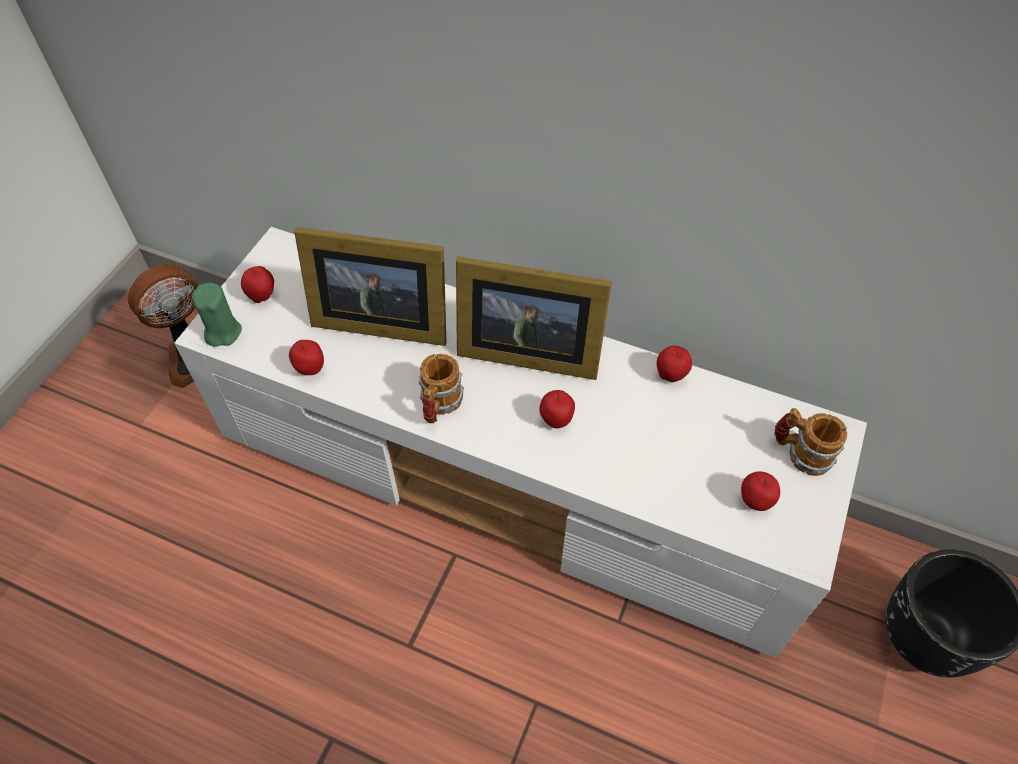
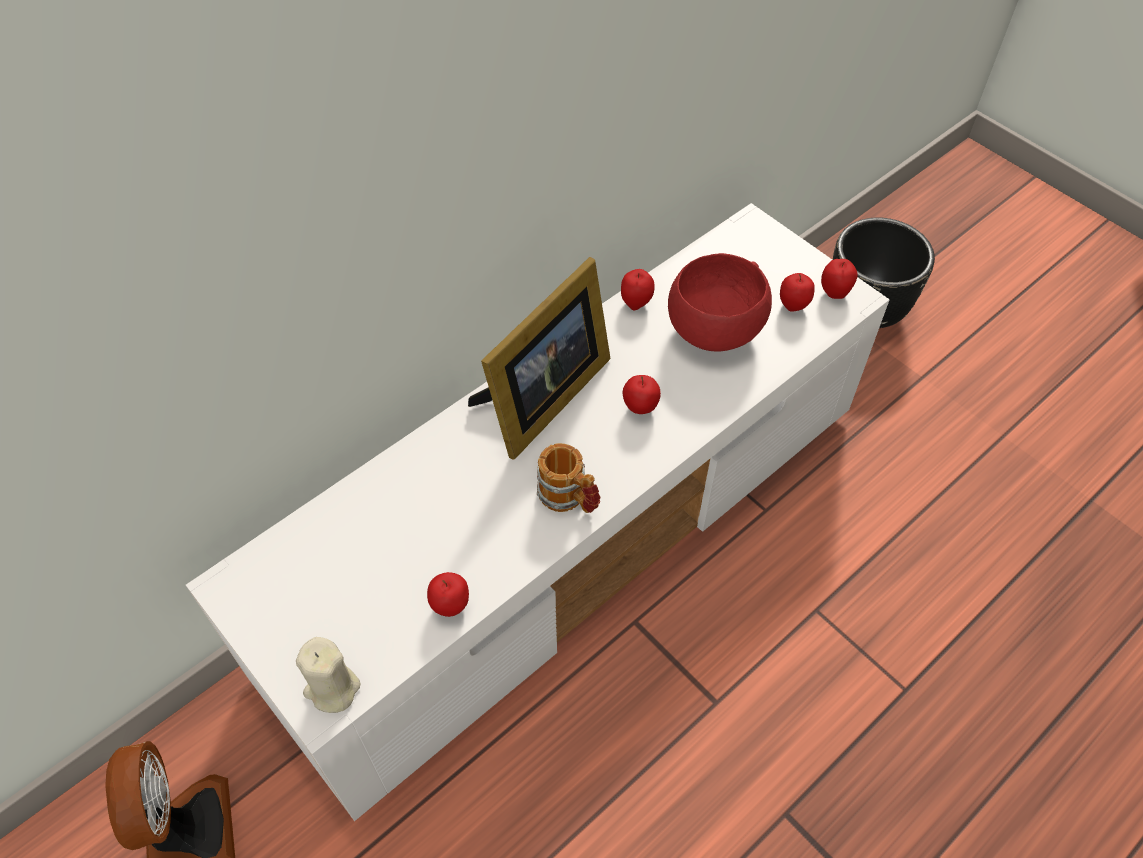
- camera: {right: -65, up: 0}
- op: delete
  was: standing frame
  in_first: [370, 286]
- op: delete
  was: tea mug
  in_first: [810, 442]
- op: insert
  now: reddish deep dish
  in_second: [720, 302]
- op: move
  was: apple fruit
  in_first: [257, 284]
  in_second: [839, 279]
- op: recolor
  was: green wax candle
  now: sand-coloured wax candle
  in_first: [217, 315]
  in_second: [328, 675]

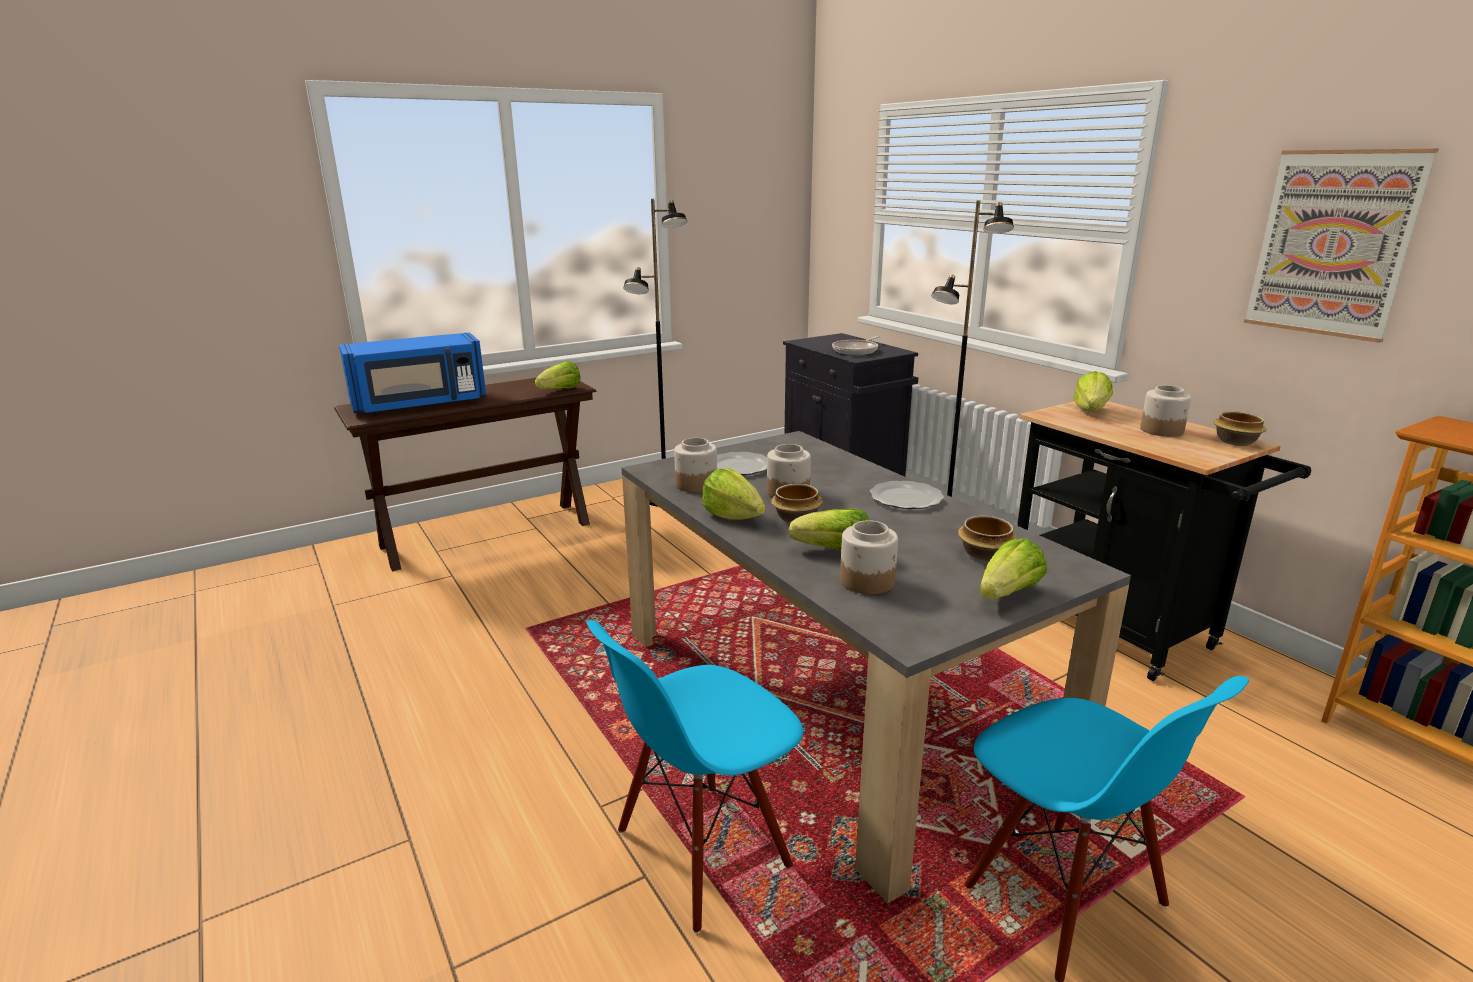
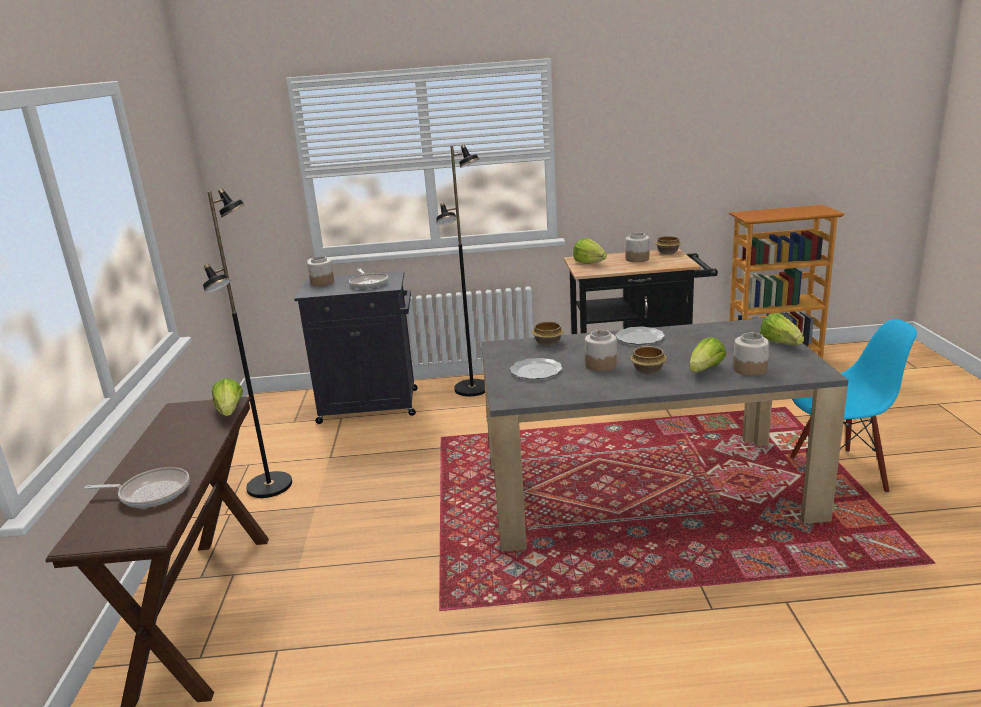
- camera: {right: -60, up: 0}
- op: delete
  was: blue chair
  in_first: [695, 777]
- op: delete
  was: lettuce
  in_first: [734, 494]
- op: delete
  was: picture
  in_first: [1341, 246]
- op: move
  was: jar
  in_first: [695, 465]
  in_second: [320, 271]
- op: move
  was: deep dish
  in_first: [987, 538]
  in_second: [548, 333]
- op: replace
  was: blue microwave oven
  now: frying pan
  in_first: [412, 373]
  in_second: [137, 487]

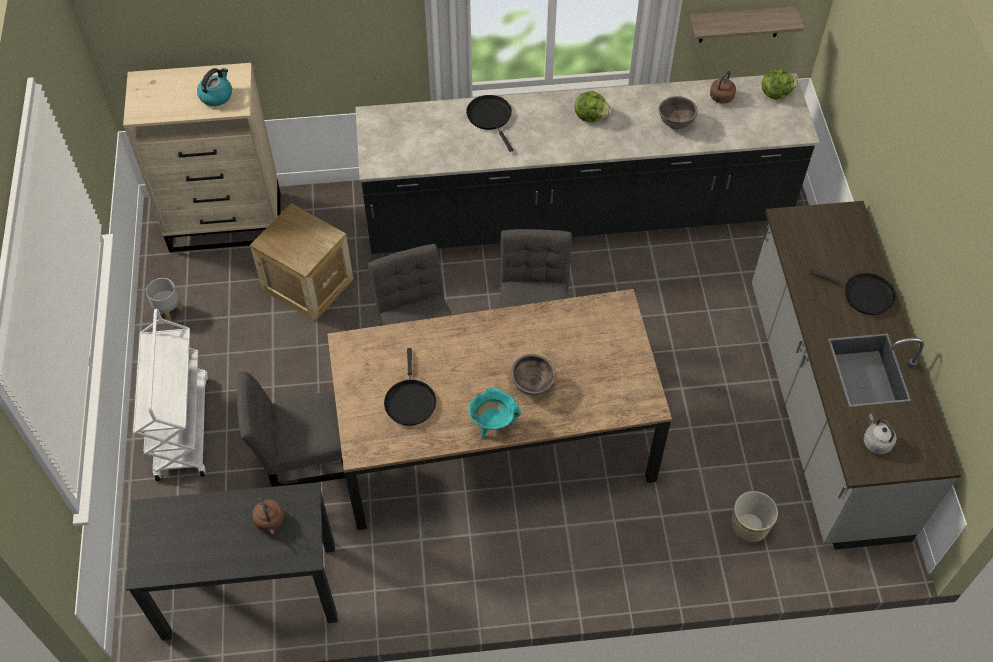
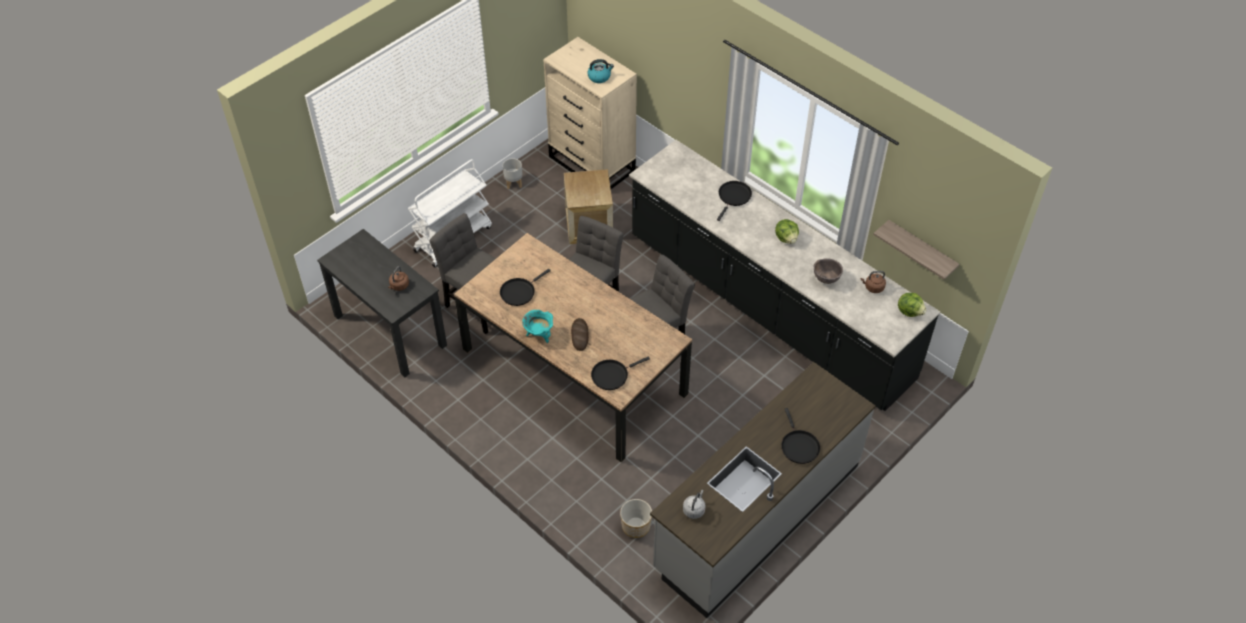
- camera: {right: 50, up: -5}
- op: insert
  now: black-coloured frying pan
  in_second: [620, 373]
- op: replace
  was: brownish deep dish
  now: bread
  in_first: [533, 375]
  in_second: [580, 334]

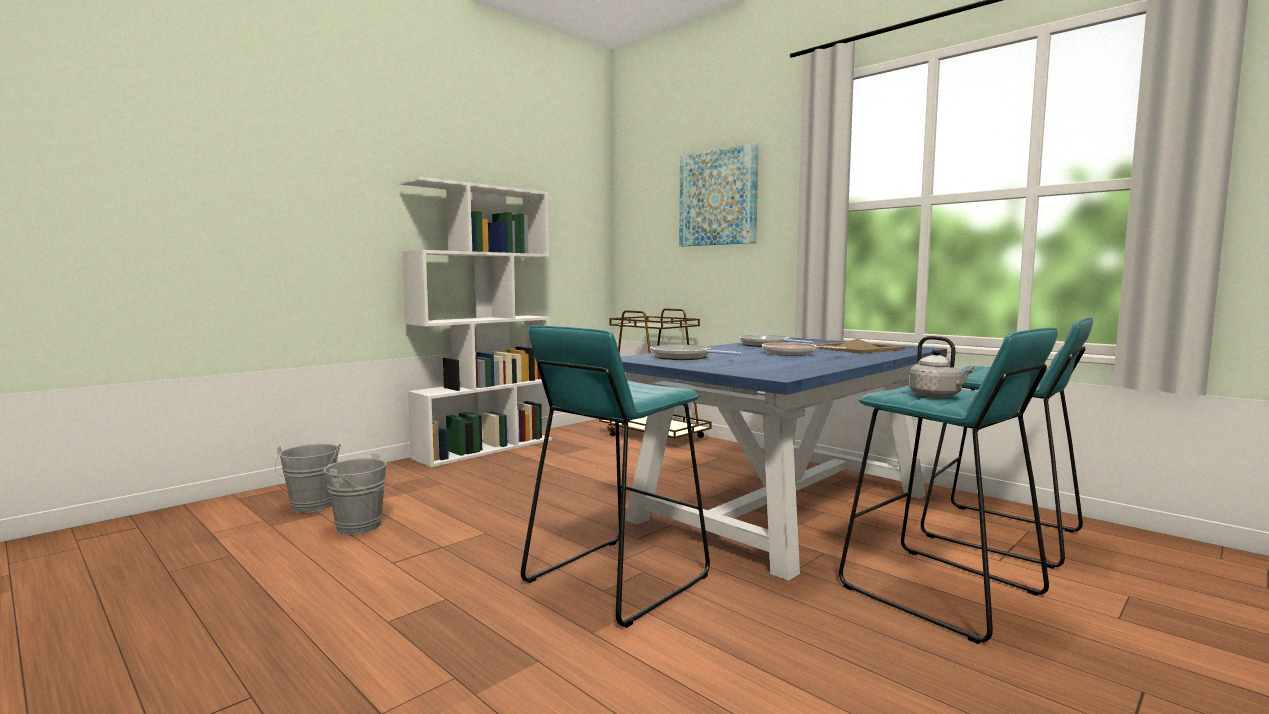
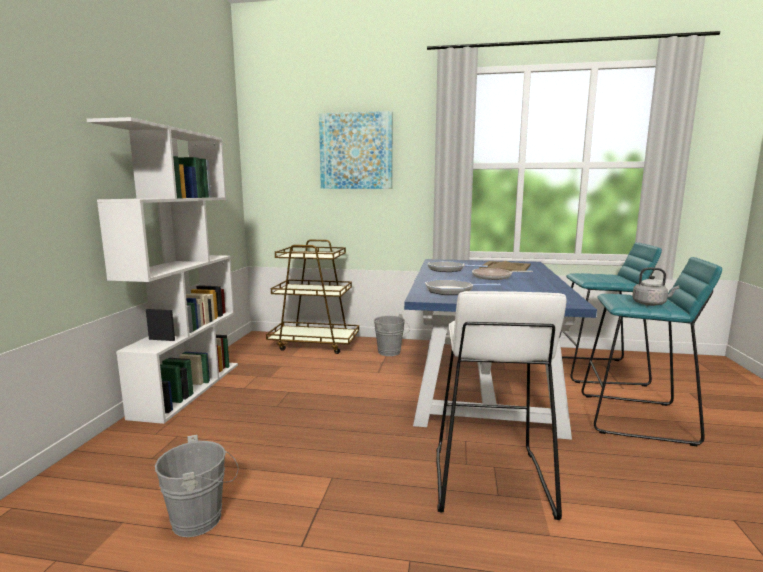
- camera: {right: -35, up: 5}
- op: move
  was: greyish bucket
  in_first: [307, 478]
  in_second: [392, 335]
- op: recolor
  was: blue-green stool
  now: whitish stool
  in_first: [615, 476]
  in_second: [501, 405]

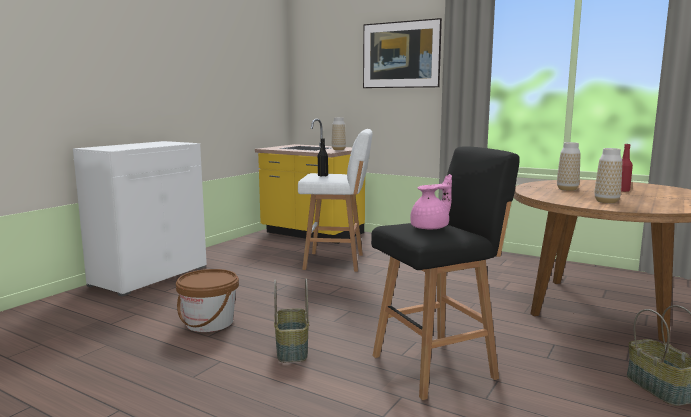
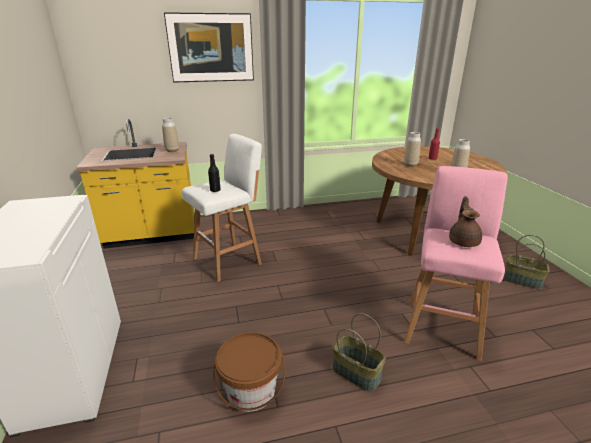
- camera: {right: -45, up: 15}
- op: recolor
  was: black-coloured stool
  now: pink-coloured stool
  in_first: [445, 273]
  in_second: [456, 263]
- op: recolor
  was: pink-coloured teapot
  now: brownish teapot
  in_first: [431, 202]
  in_second: [465, 221]

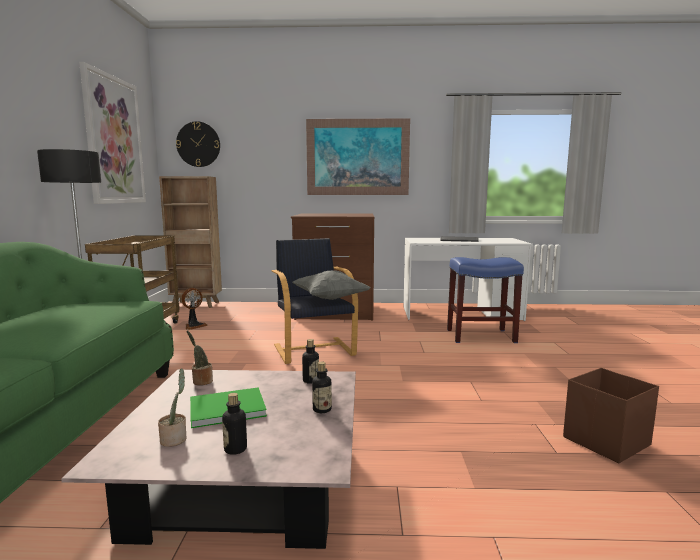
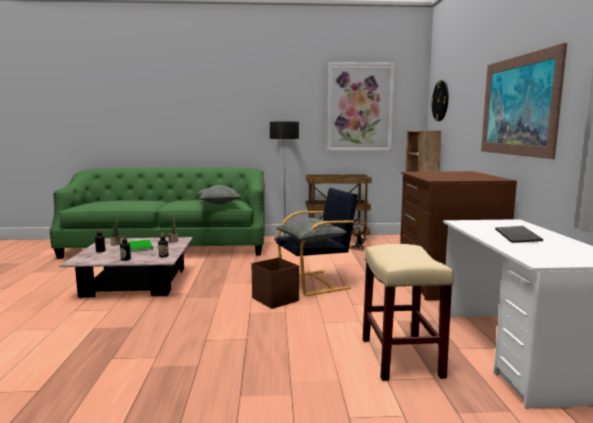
- camera: {right: 85, up: 0}
- op: insert
  now: greyish cushion
  in_second: [219, 195]
- op: move
  was: brownish storage container
  in_first: [611, 415]
  in_second: [275, 283]
- op: recolor
  was: blue stool
  now: sand-coloured stool
  in_first: [485, 300]
  in_second: [408, 312]

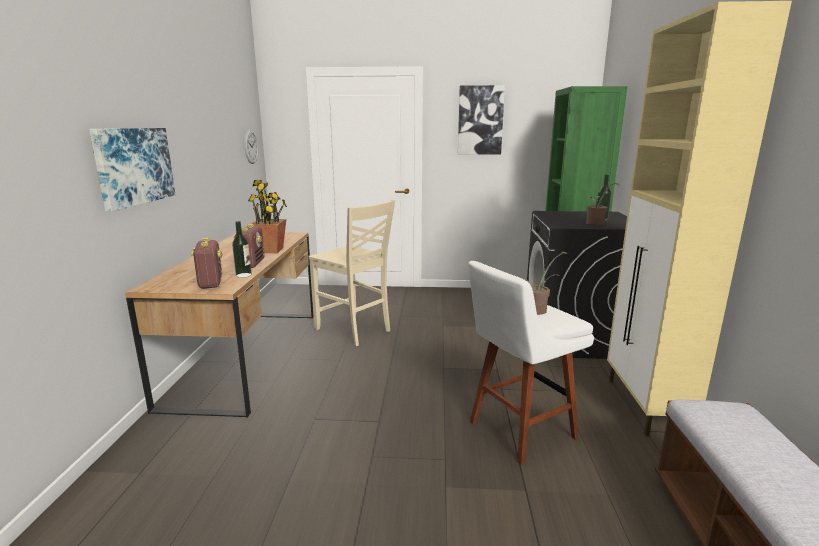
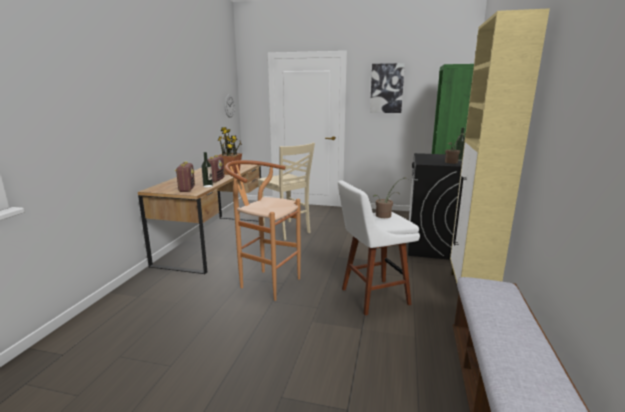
- camera: {right: 10, up: 0}
- op: delete
  was: picture
  in_first: [132, 170]
- op: insert
  now: brownish stool
  in_second: [263, 230]

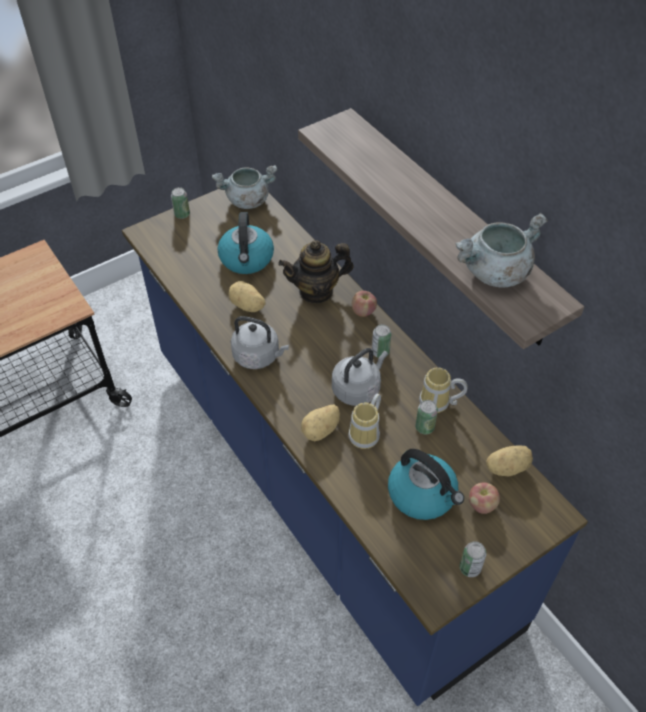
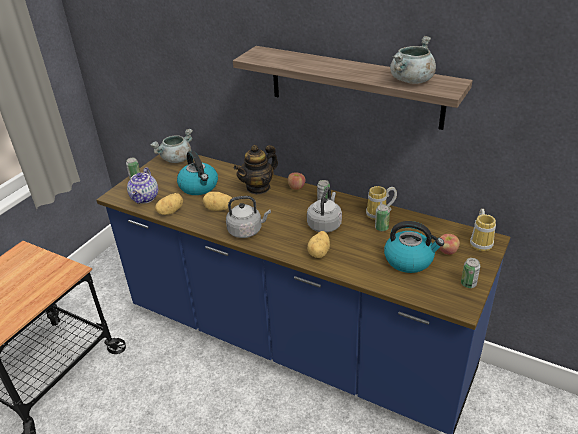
- camera: {right: -25, up: -15}
- op: insert
  now: teapot
  in_second: [142, 185]
- op: move
  was: tea mug
  in_first: [365, 421]
  in_second: [483, 230]
- op: move
  was: whole potato
  in_first: [509, 460]
  in_second: [169, 204]

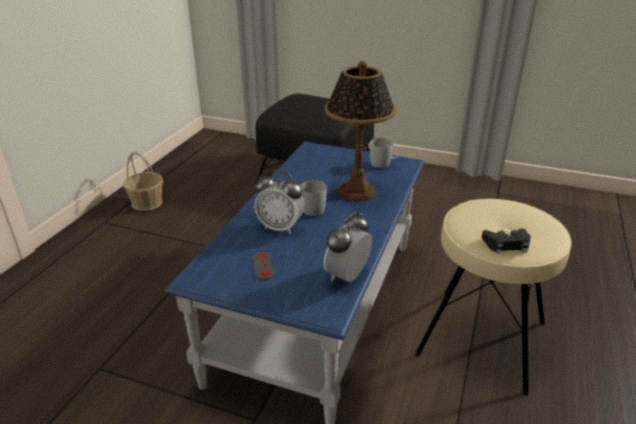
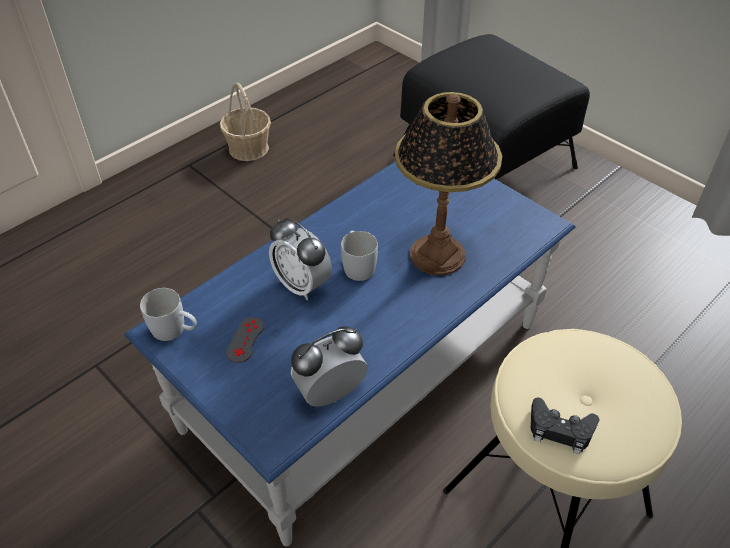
- camera: {right: 25, up: 15}
- op: move
  was: whitish tea mug
  in_first: [385, 153]
  in_second: [168, 314]

